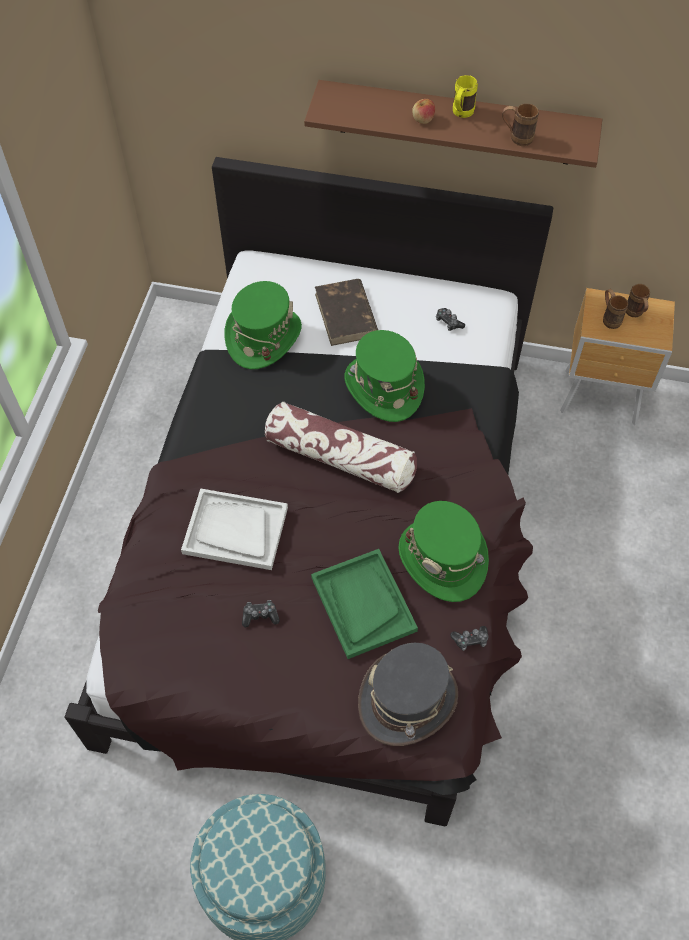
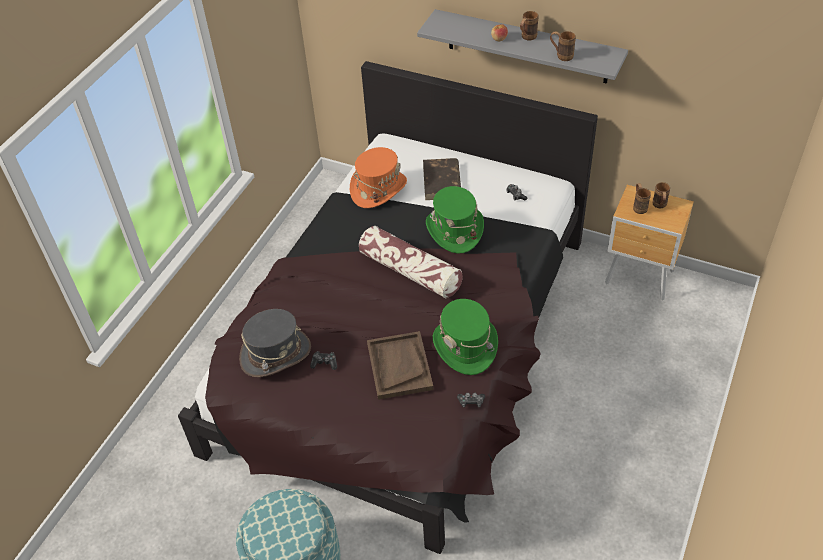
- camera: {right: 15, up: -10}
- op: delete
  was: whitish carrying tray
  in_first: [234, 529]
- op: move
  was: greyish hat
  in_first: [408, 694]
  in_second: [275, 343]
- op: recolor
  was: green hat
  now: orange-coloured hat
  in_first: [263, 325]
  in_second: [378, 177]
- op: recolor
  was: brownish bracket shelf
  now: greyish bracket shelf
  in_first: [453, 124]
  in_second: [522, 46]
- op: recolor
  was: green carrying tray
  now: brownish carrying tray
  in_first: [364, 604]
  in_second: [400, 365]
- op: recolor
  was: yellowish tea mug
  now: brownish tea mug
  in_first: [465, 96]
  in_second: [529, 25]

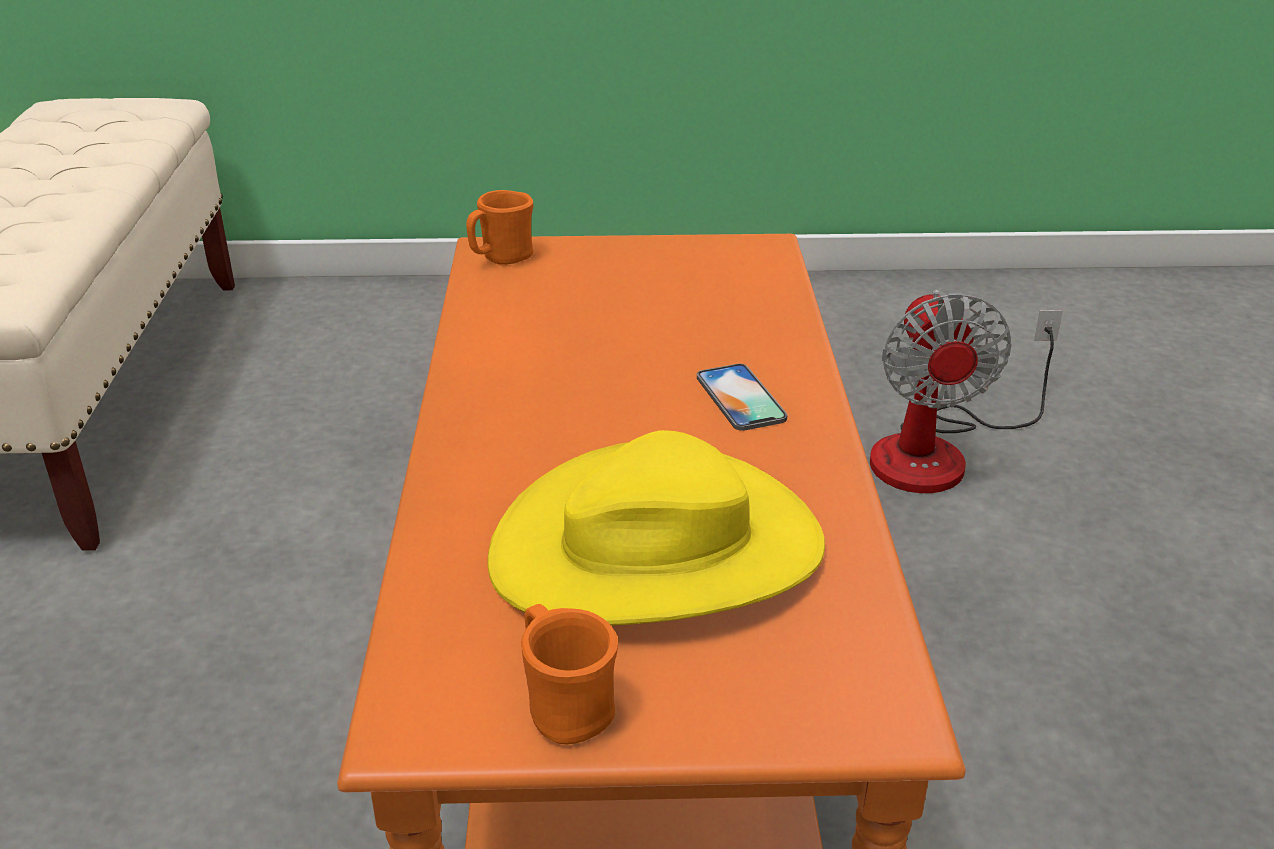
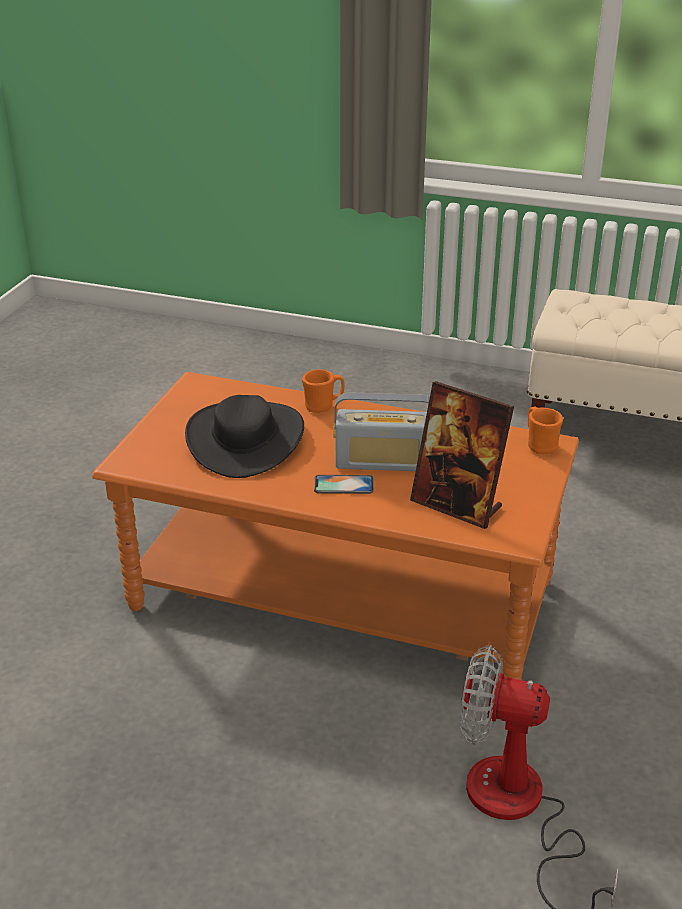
- camera: {right: 110, up: 0}
- op: insert
  now: radio set
  in_second: [381, 431]
- op: insert
  now: standing frame
  in_second: [462, 455]
- op: move
  was: orange-coloured tea mug
  in_first: [569, 674]
  in_second: [323, 391]
- op: recolor
  was: yellowish hat
  now: black-coloured hat
  in_first: [656, 527]
  in_second: [244, 436]

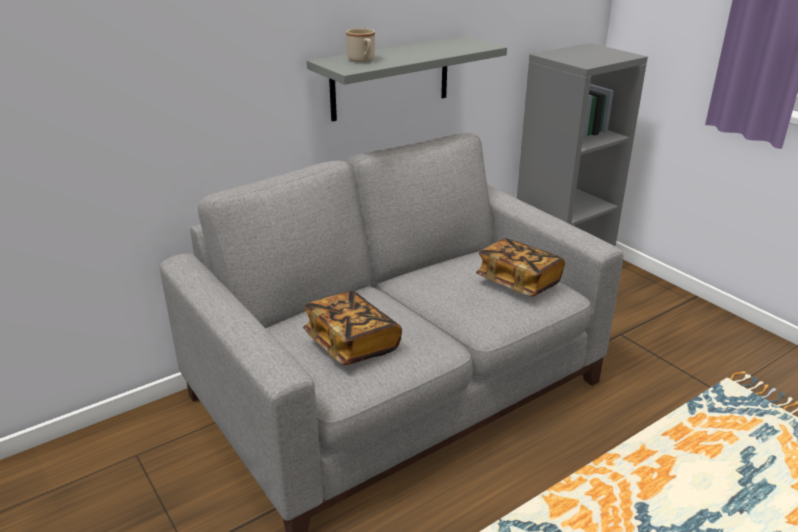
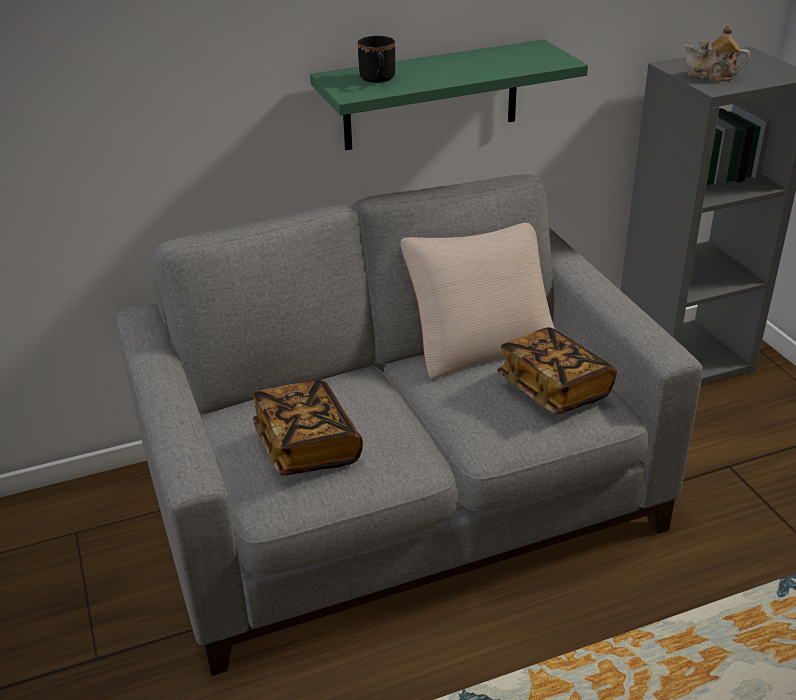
- camera: {right: 15, up: 5}
- op: insert
  now: sand-coloured cushion
  in_second: [477, 301]
- op: insert
  now: teapot
  in_second: [717, 53]
- op: recolor
  was: greyish bracket shelf
  now: green bracket shelf
  in_first: [407, 79]
  in_second: [449, 94]
- op: recolor
  was: sand-coloured tea mug
  now: black-coloured tea mug
  in_first: [360, 45]
  in_second: [376, 59]

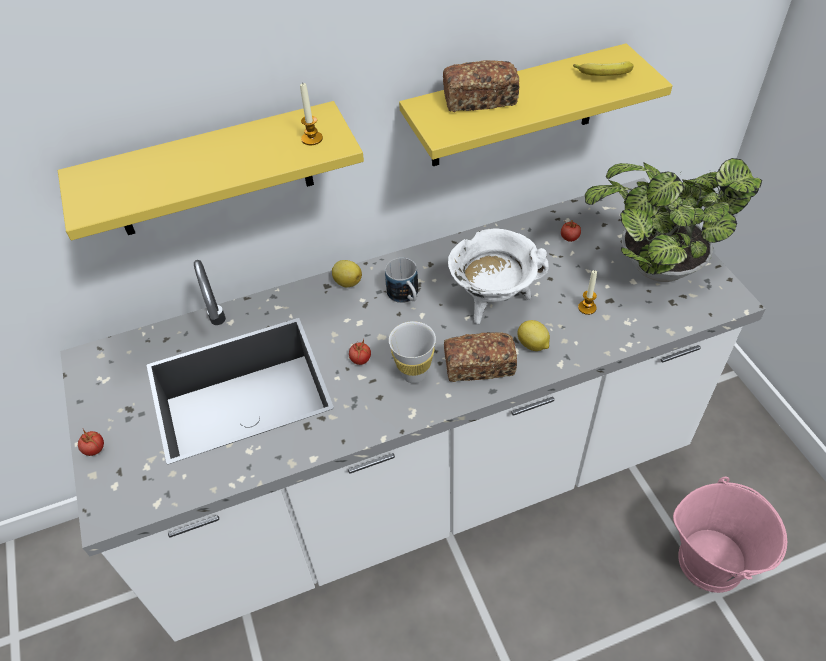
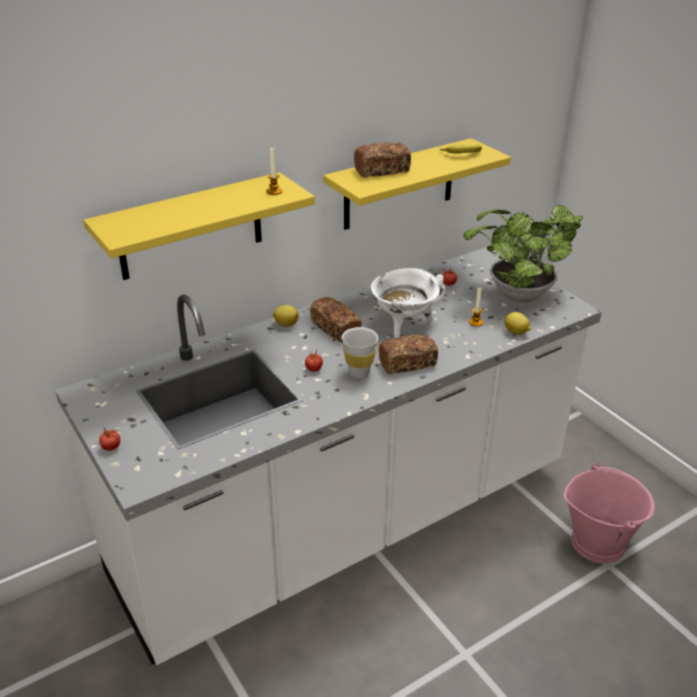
- camera: {right: -15, up: -15}
- op: move
  was: citrus fruit
  in_first: [533, 335]
  in_second: [517, 323]
- op: replace
  was: tea mug
  now: bread
  in_first: [401, 280]
  in_second: [336, 319]

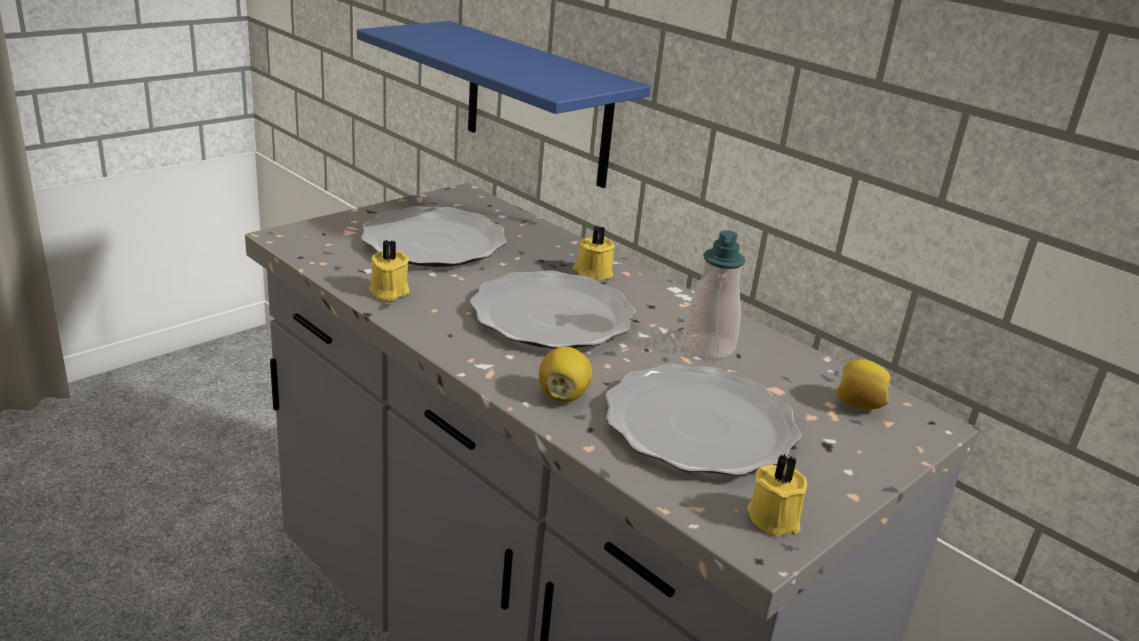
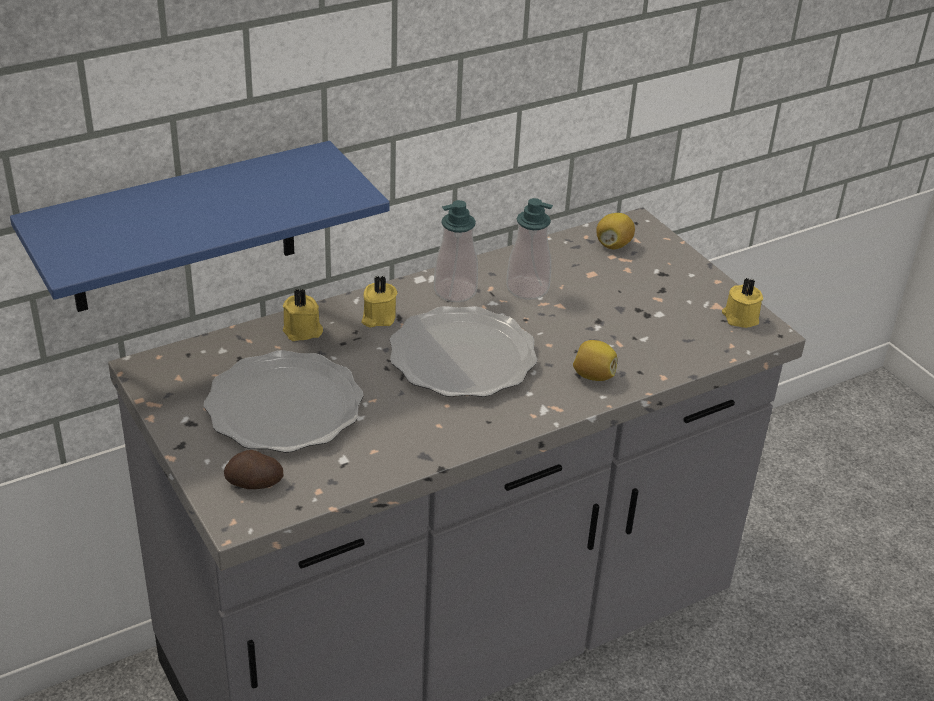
- camera: {right: -75, up: 10}
- op: delete
  was: flat dish
  in_first: [703, 420]
- op: insert
  now: whole potato
  in_second: [253, 469]
- op: insert
  now: soap bottle
  in_second: [456, 251]
- op: move
  was: yellowish wax candle
  in_first: [389, 270]
  in_second: [303, 315]

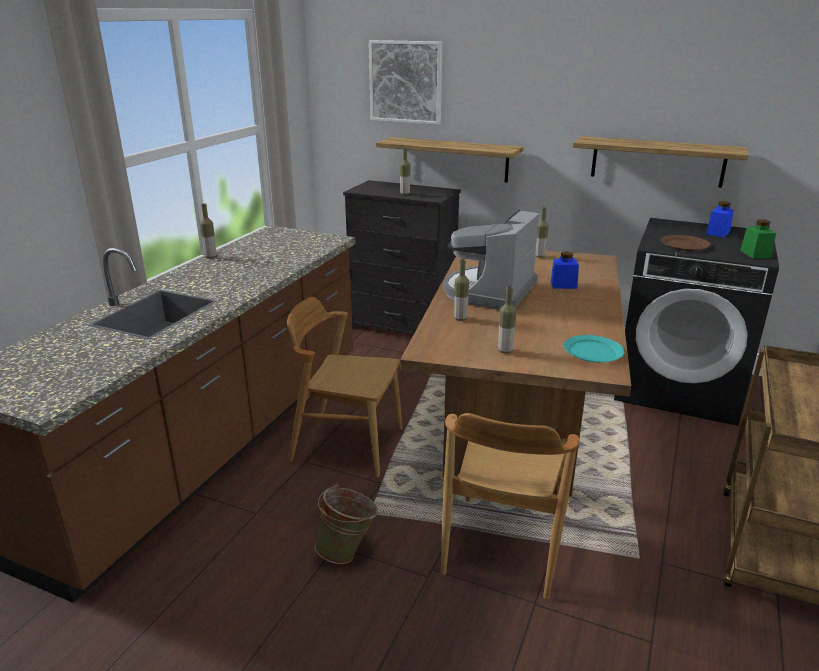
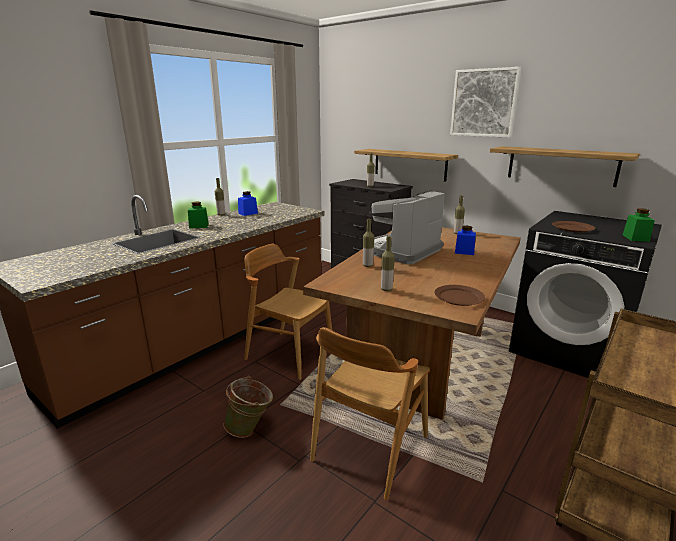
- camera: {right: 15, up: -5}
- op: insert
  now: green jar
  in_second: [198, 215]
- op: move
  was: picture
  in_first: [405, 82]
  in_second: [485, 102]
- op: move
  was: blue jar
  in_first: [720, 219]
  in_second: [248, 203]
- op: recolor
  was: blue-green flat dish
  now: brownish flat dish
  in_first: [594, 348]
  in_second: [459, 295]

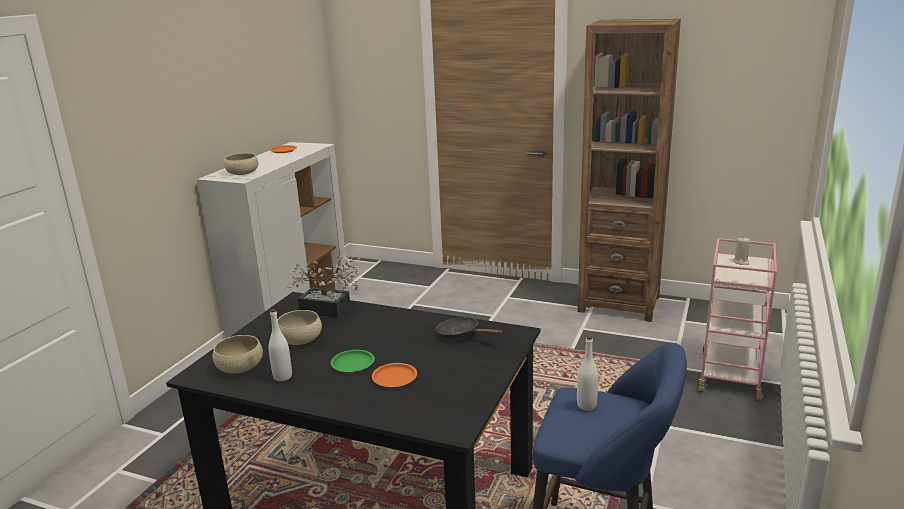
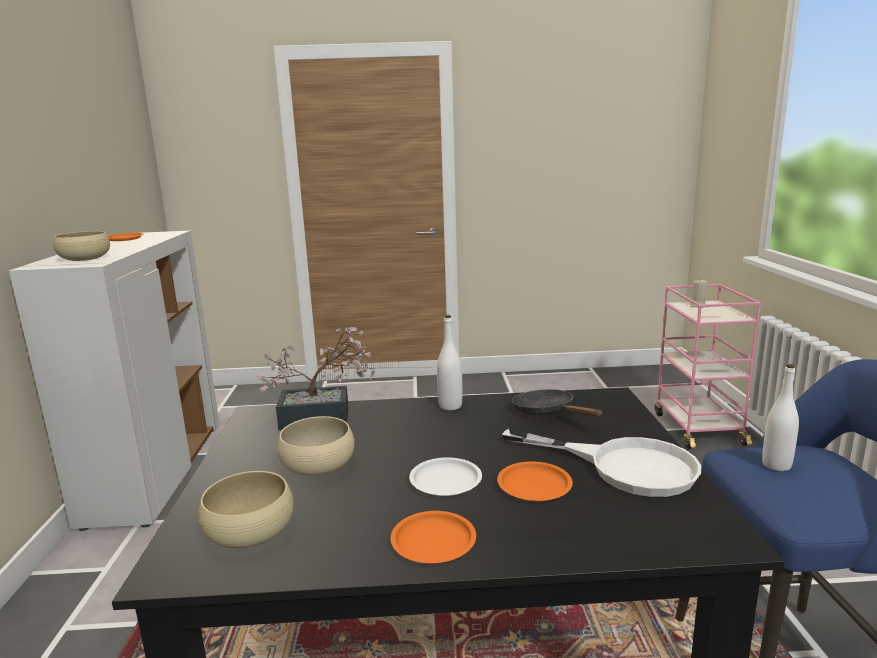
- camera: {right: -25, up: -5}
- op: delete
  was: brownish bookshelf
  in_first: [629, 170]
- op: insert
  now: orange-coloured flat dish
  in_second: [433, 537]
- op: insert
  now: whitish frying pan
  in_second: [601, 462]
- op: move
  was: whitish drink bottle
  in_first: [280, 345]
  in_second: [449, 362]
- op: recolor
  was: green flat dish
  now: whitish flat dish
  in_first: [353, 361]
  in_second: [445, 476]
- op: rotate
  was: black-coloured frying pan
  in_first: [468, 328]
  in_second: [557, 402]
  clockwise: 45

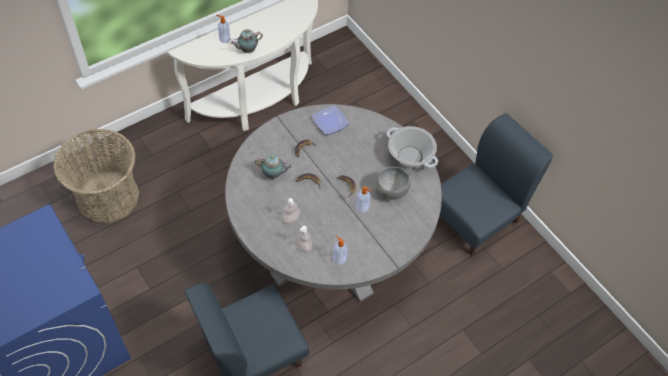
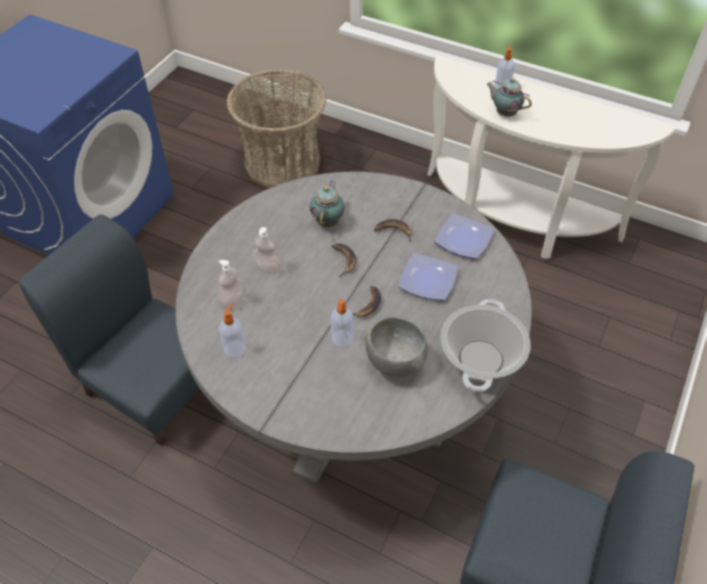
- camera: {right: 65, up: -5}
- op: insert
  now: flat dish
  in_second: [428, 277]
- op: rotate
  was: teapot
  in_first: [273, 166]
  in_second: [327, 204]
  clockwise: -150

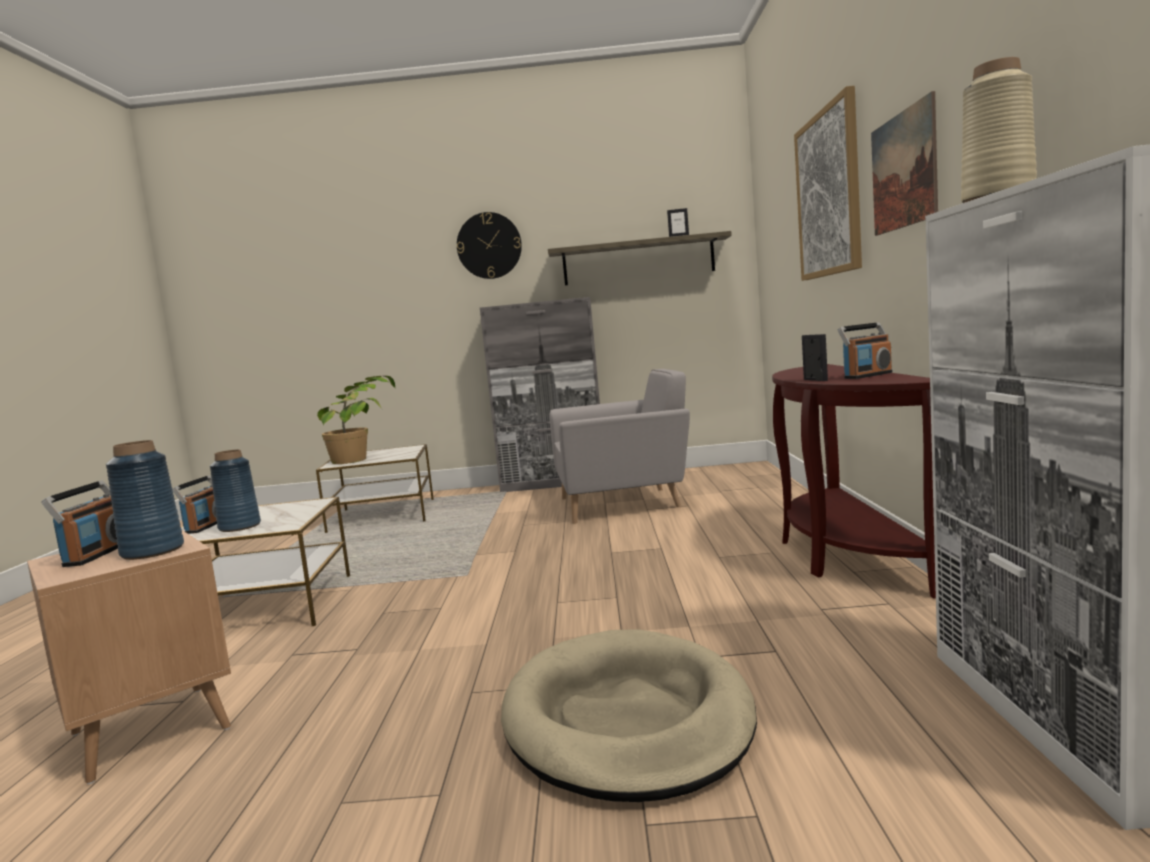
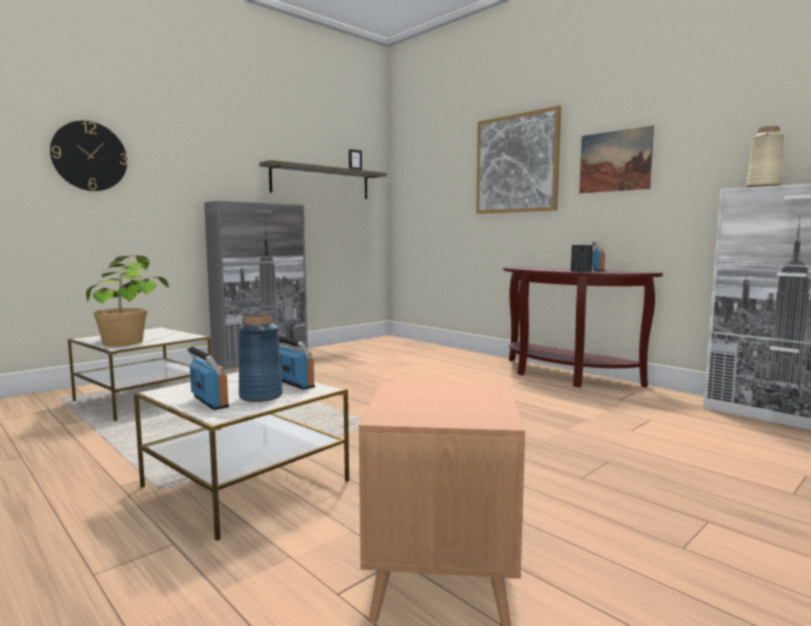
- camera: {right: -45, up: 0}
- op: delete
  was: blue decorative vase
  in_first: [145, 500]
- op: delete
  was: sand-coloured pet bed
  in_first: [629, 715]
- op: delete
  was: greyish lounge chair
  in_first: [619, 446]
- op: move
  was: radio set
  in_first: [79, 523]
  in_second: [296, 363]
- op: move
  was: hanging clock
  in_first: [489, 245]
  in_second: [88, 156]

